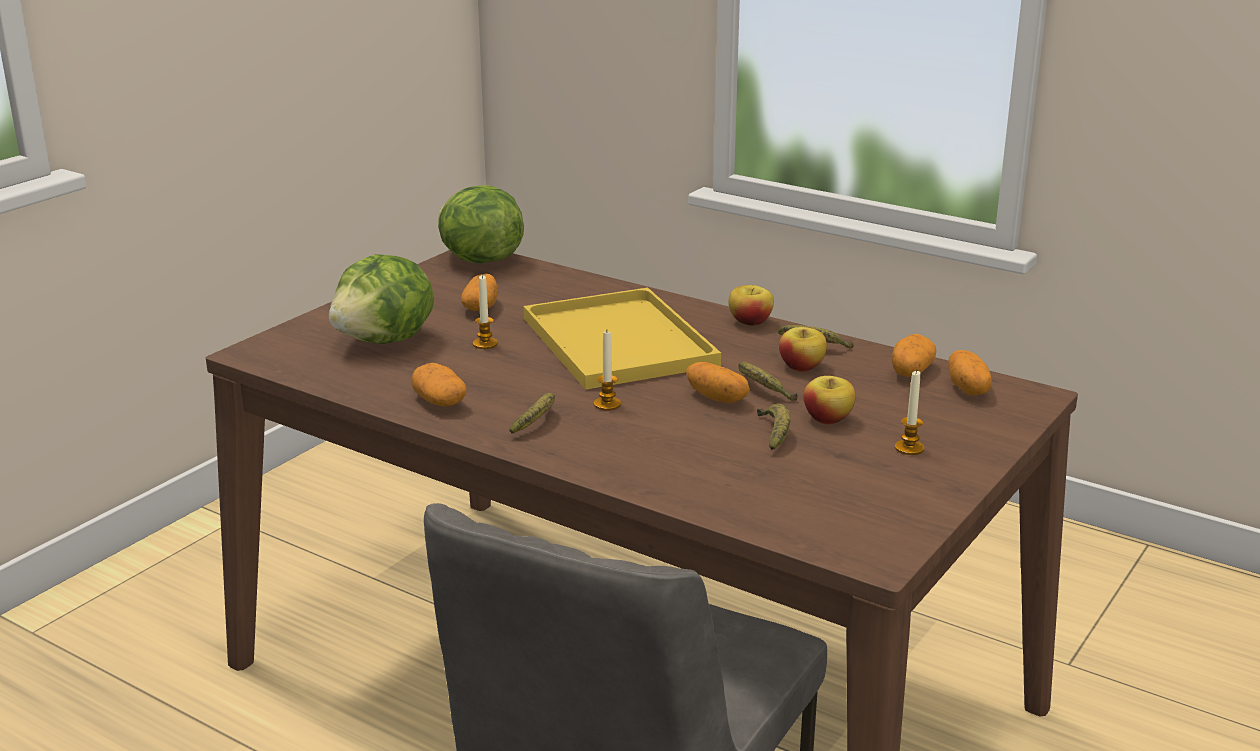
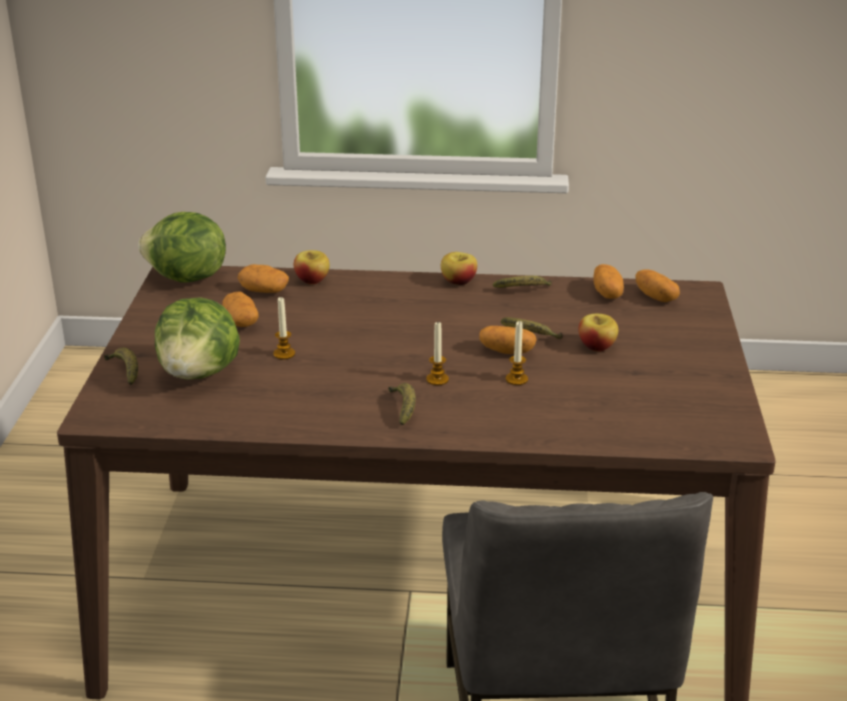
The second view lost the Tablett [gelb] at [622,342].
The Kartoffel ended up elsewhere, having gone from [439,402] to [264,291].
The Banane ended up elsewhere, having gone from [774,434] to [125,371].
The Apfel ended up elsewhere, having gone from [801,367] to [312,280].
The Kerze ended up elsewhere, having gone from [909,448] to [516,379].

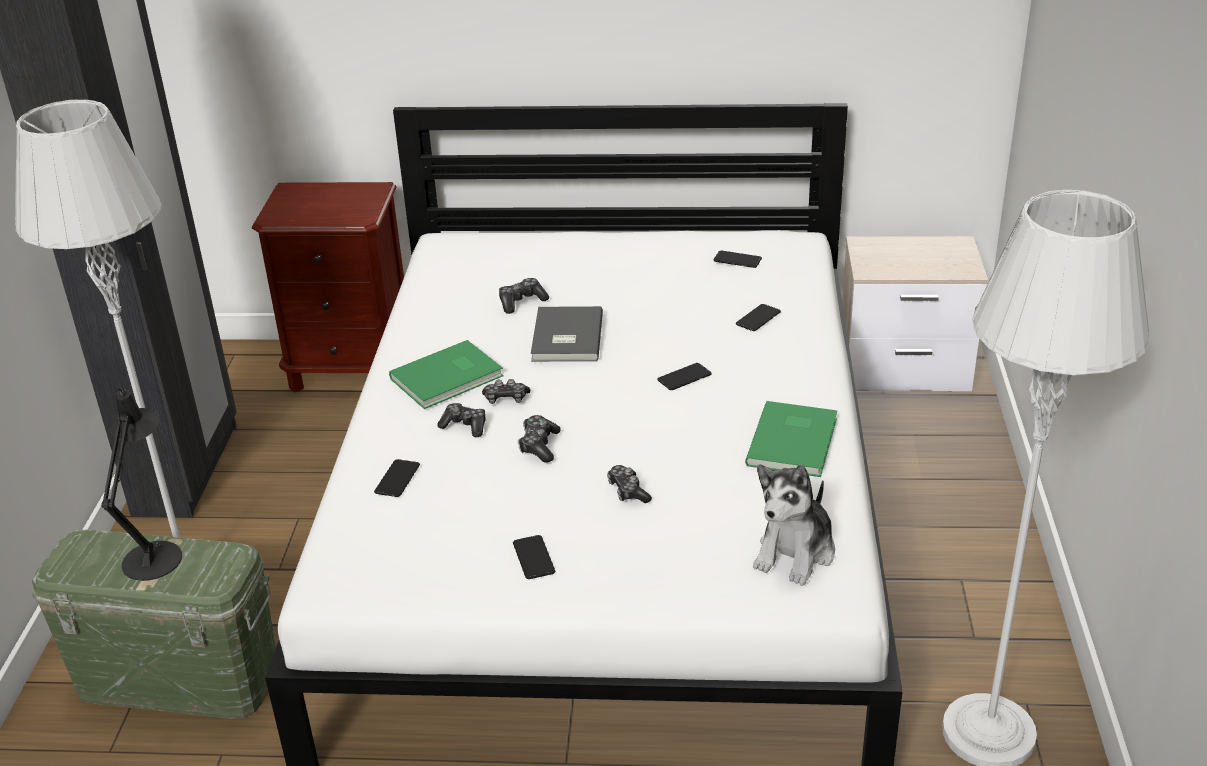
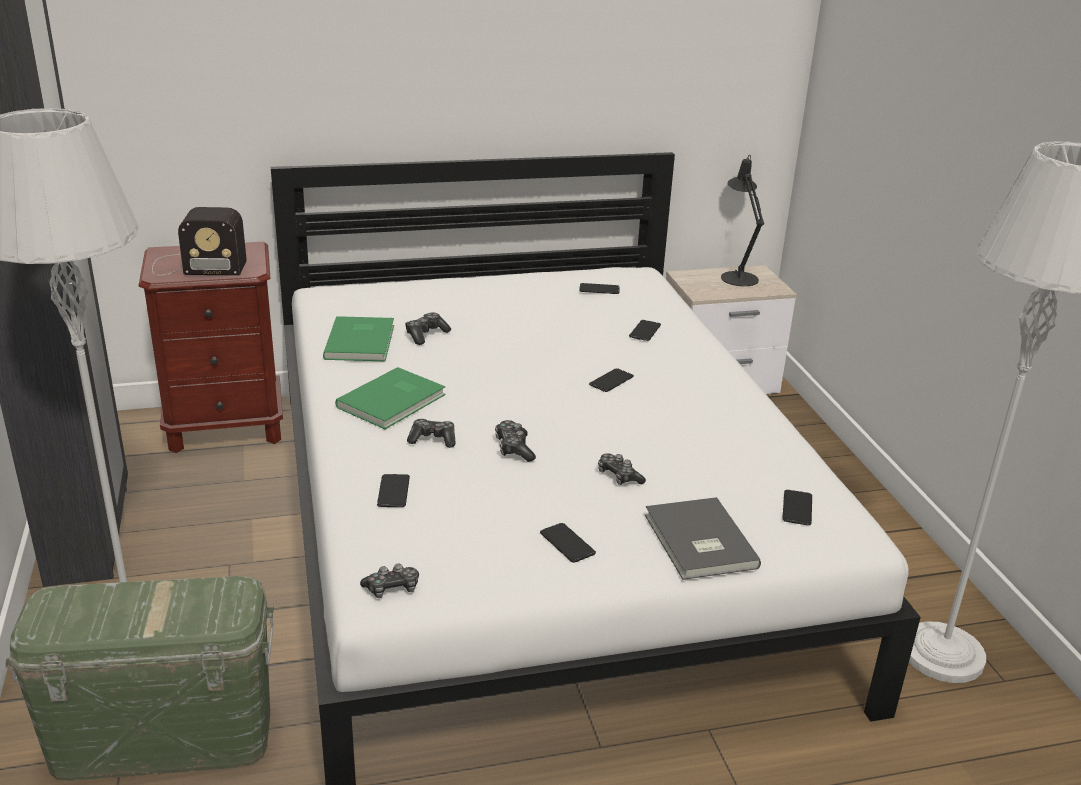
The second view gained the Radio at [195,266].
The Tischlampe [schwarz] ended up elsewhere, having gone from [155,554] to [737,276].
The Gamepad ended up elsewhere, having gone from [506,399] to [392,589].
The Buch [grau] ended up elsewhere, having gone from [565,338] to [698,542].
The Buch [grün] ended up elsewhere, having gone from [795,441] to [362,341].
Where the Plüschtier stood at [796,553], the Handy came to stand at [797,508].

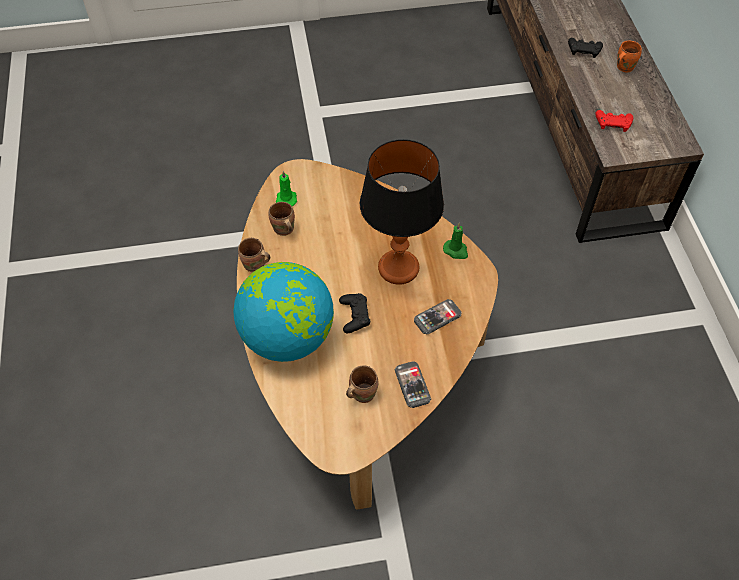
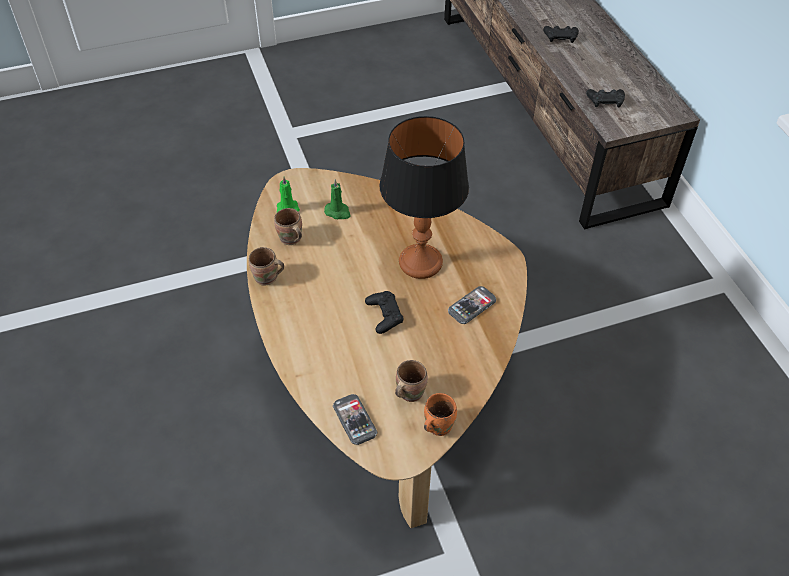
The second view lost the Globus at [288,337].
The Handy ended up elsewhere, having gone from [412,385] to [354,420].
The Kerze [grün] ended up elsewhere, having gone from [456,250] to [338,212].
The Henkelbecher [orange] ended up elsewhere, having gone from [623,67] to [436,426].
What was the Gamepad [rot] at [613,123] turned into the Gamepad [schwarz] at [605,101].

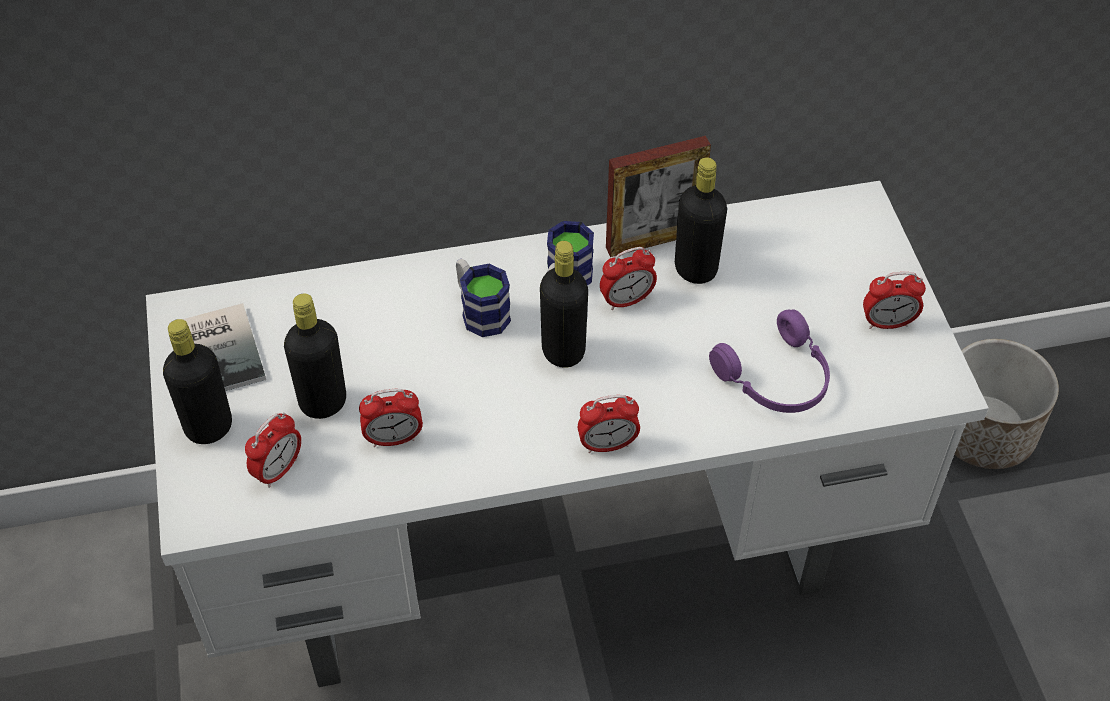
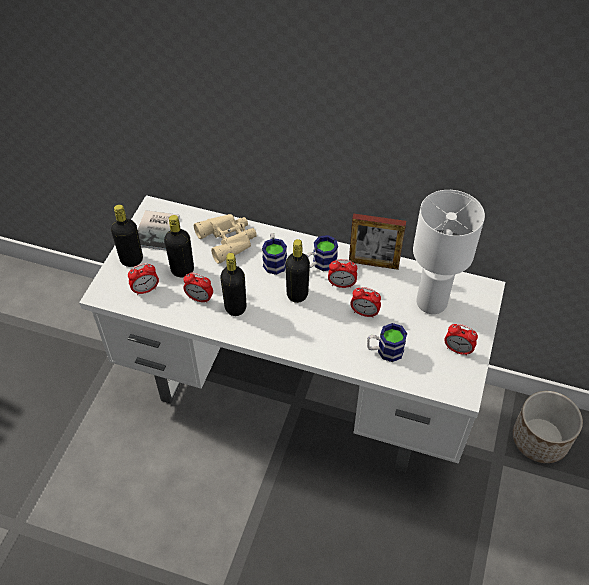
The second view gained the Fernglas [beige] at [228,239].
The second view gained the Tischlampe [weiß] at [431,302].
The Wecker ended up elsewhere, having gone from [607,445] to [364,313].
The Flasche [schwarz] ended up elsewhere, having gone from [695,269] to [235,307].
Where the Kopfhörer [lila] stood at [777,379], the Henkelbecher came to stand at [384,351].

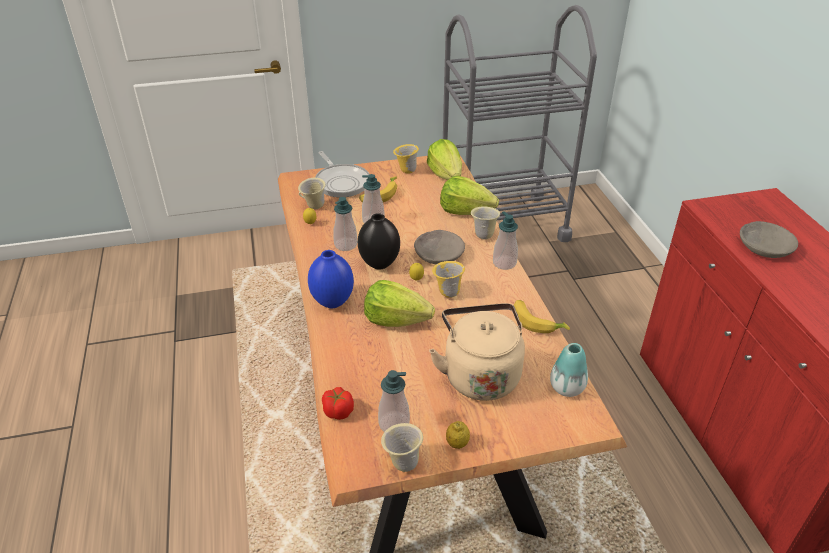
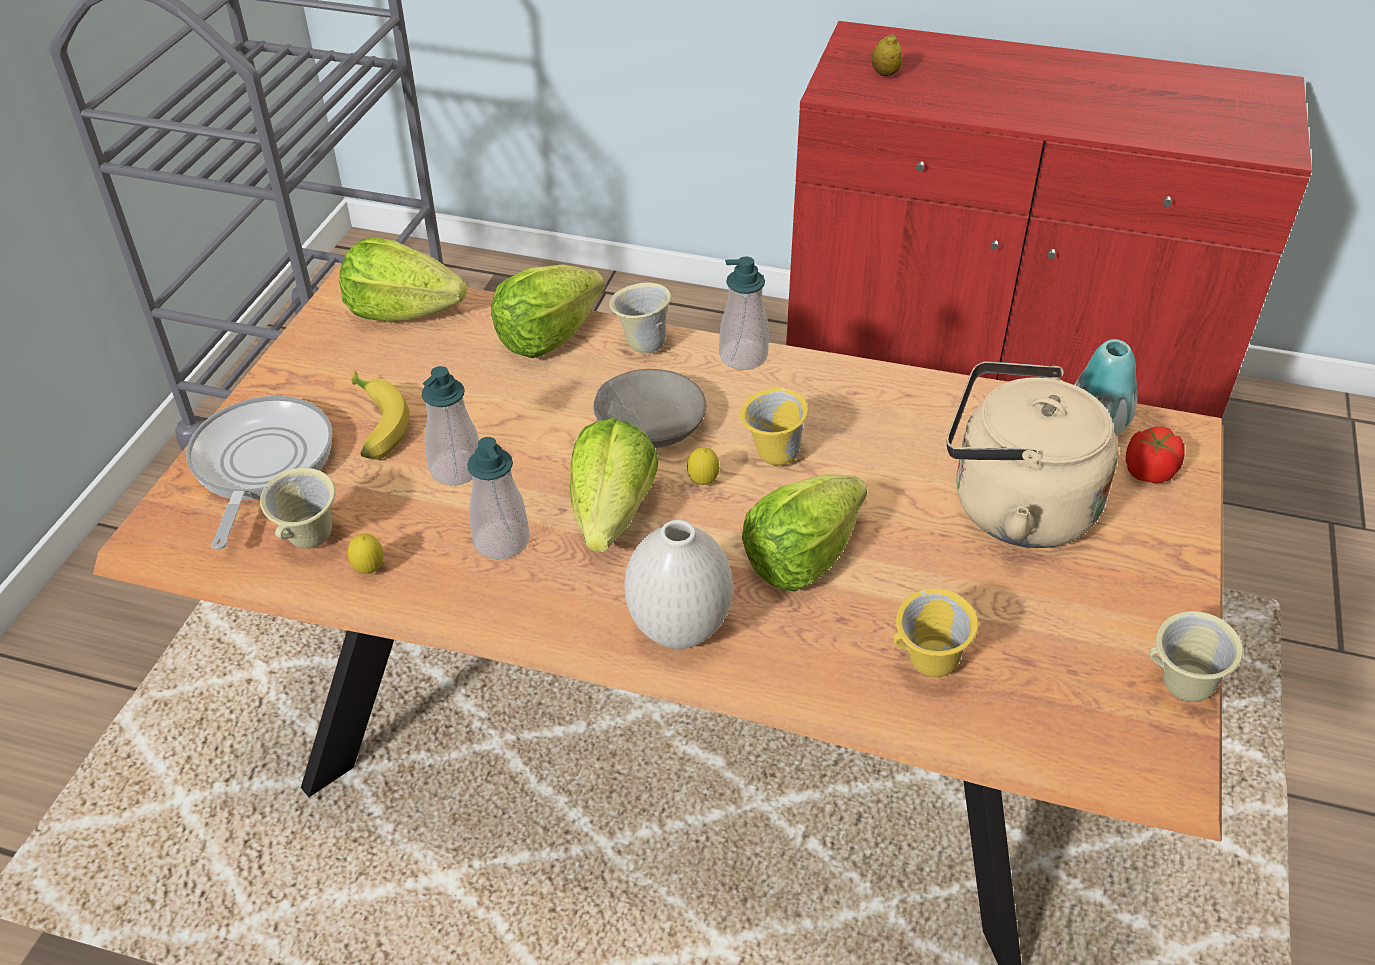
The second view lost the Seifenspender at [394,424].
The second view lost the Banane at [537,322].
The second view lost the Schüssel [grau] at [764,247].
The Tomate ended up elsewhere, having gone from [338,411] to [1148,471].
The Henkelbecher [gelb] ended up elsewhere, having gone from [406,171] to [927,668].
The Zitrone ended up elsewhere, having gone from [457,443] to [885,74].
Where the Vase [schwarz] stood at [380,264], the Salatkopf came to stand at [612,514].
What was the Vase [blau] at [332,301] turned into the Vase [weiß] at [677,630].
The Pfanne at [341,182] ended up facing another way, 90 degrees counterclockwise from before.

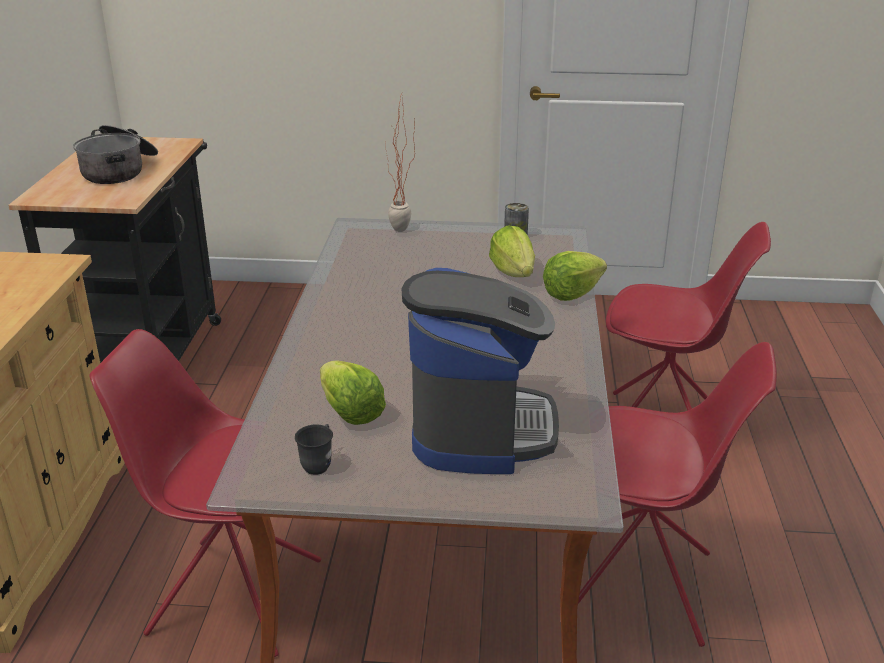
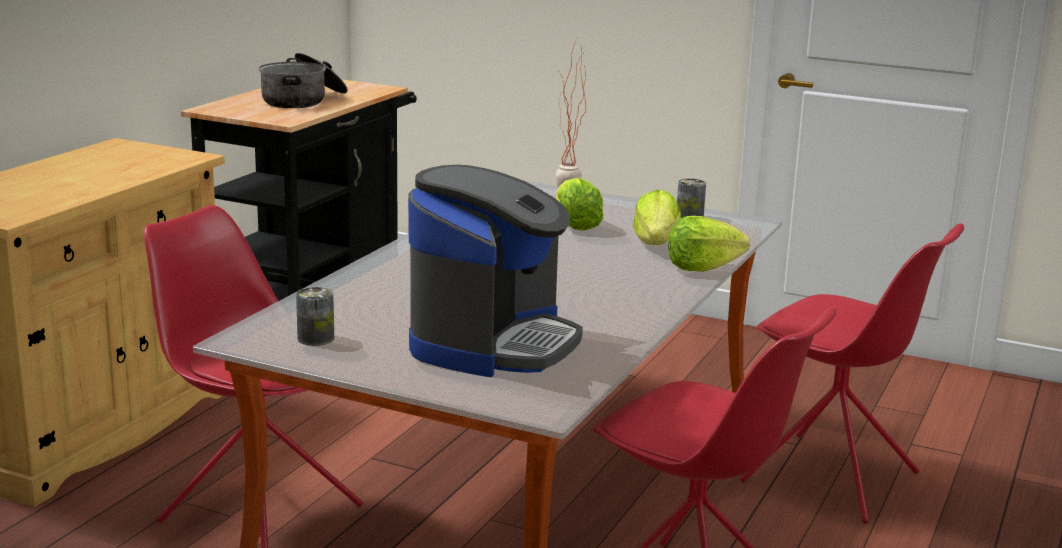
The Salatkopf ended up elsewhere, having gone from [350,412] to [575,225].
Where the Henkelbecher [grau] stood at [319,463], the Dose came to stand at [316,338].

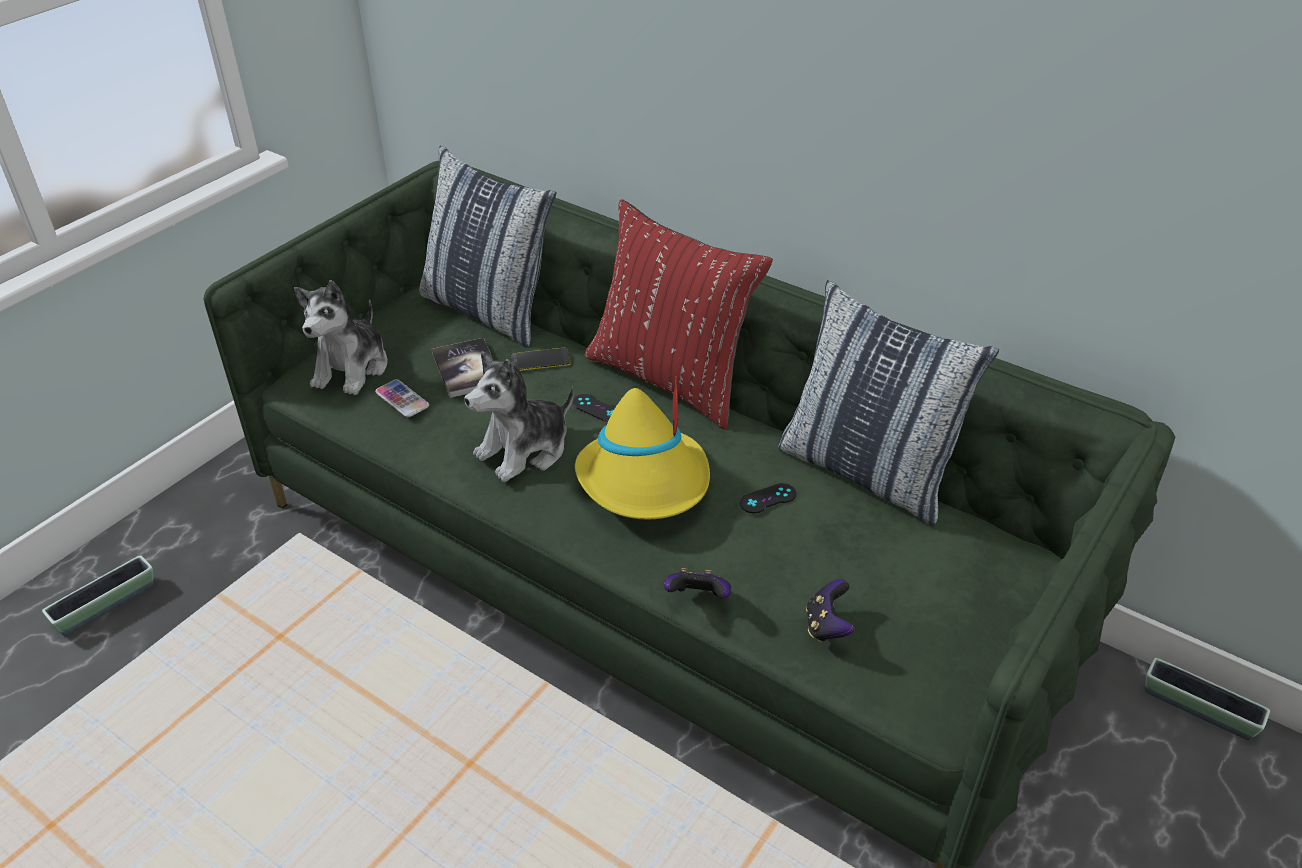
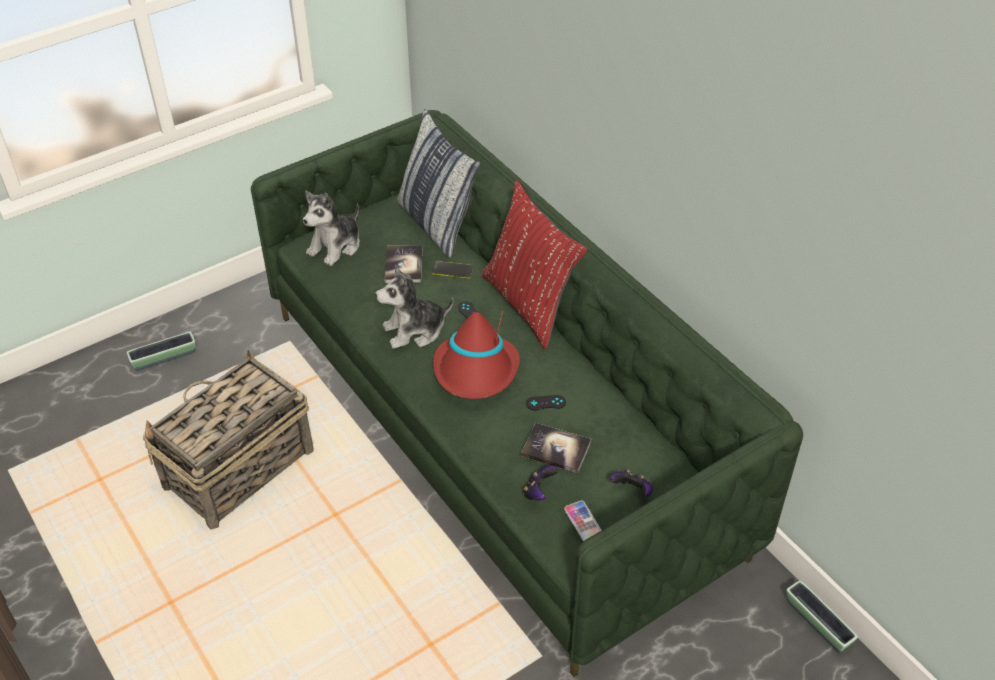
The second view lost the Kissen at [867,471].
The second view gained the Korb at [237,469].
The second view gained the Buch at [556,449].
The Handy ended up elsewhere, having gone from [402,399] to [583,521].
The Gamepad ended up elsewhere, having gone from [697,598] to [632,491].
What was the Hut [gelb] at [645,481] turned into the Hut [rot] at [476,371].

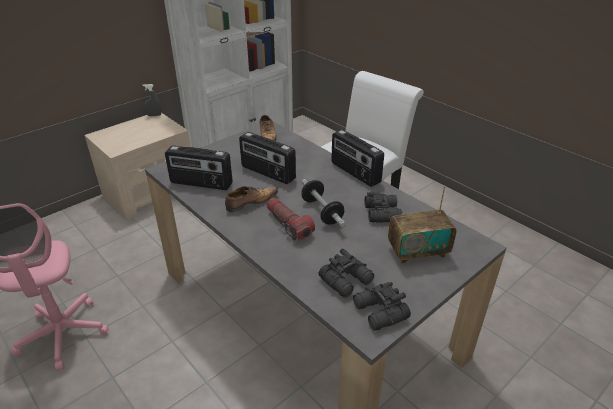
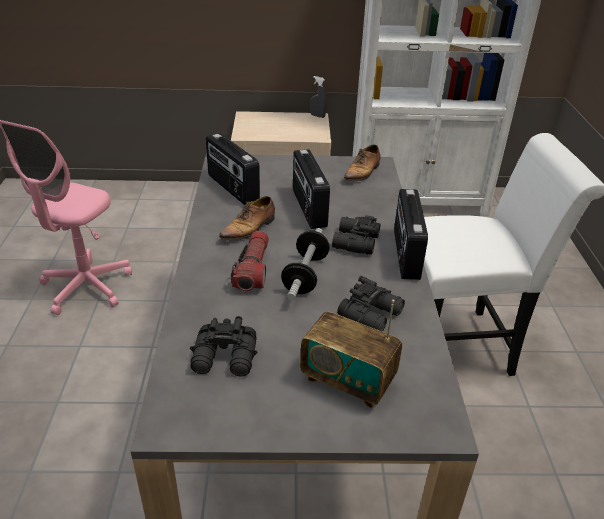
The Fernglas [schwarz] ended up elsewhere, having gone from [379,312] to [354,242].
The Schuh at [250,203] ended up facing another way, 120 degrees clockwise from before.

